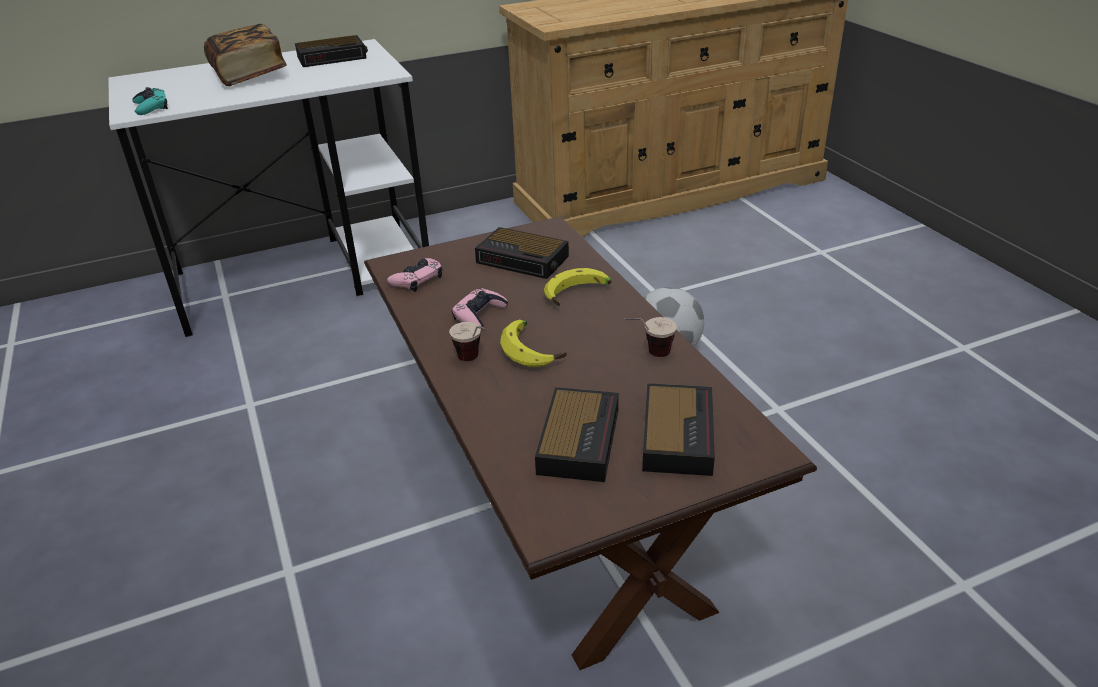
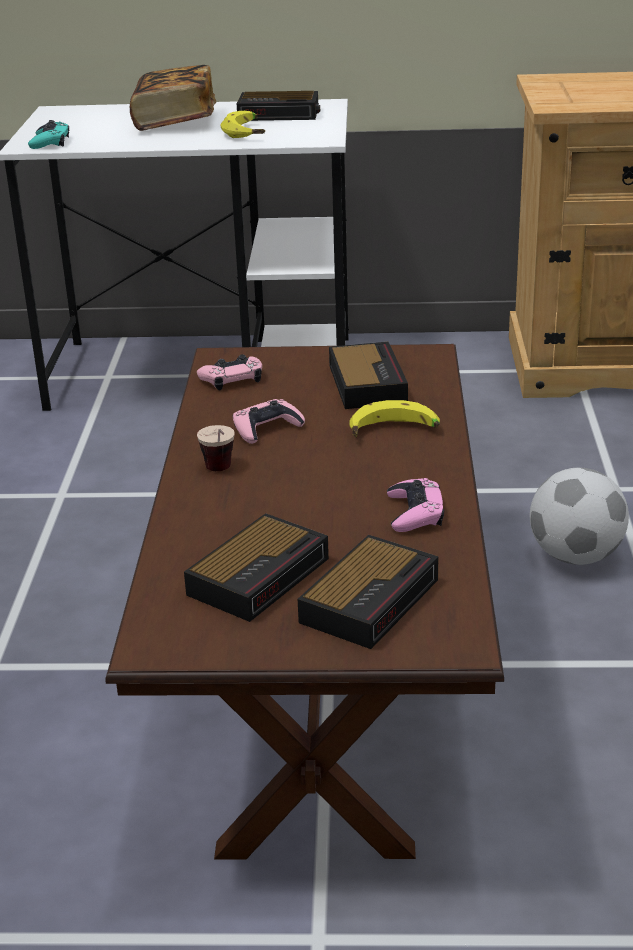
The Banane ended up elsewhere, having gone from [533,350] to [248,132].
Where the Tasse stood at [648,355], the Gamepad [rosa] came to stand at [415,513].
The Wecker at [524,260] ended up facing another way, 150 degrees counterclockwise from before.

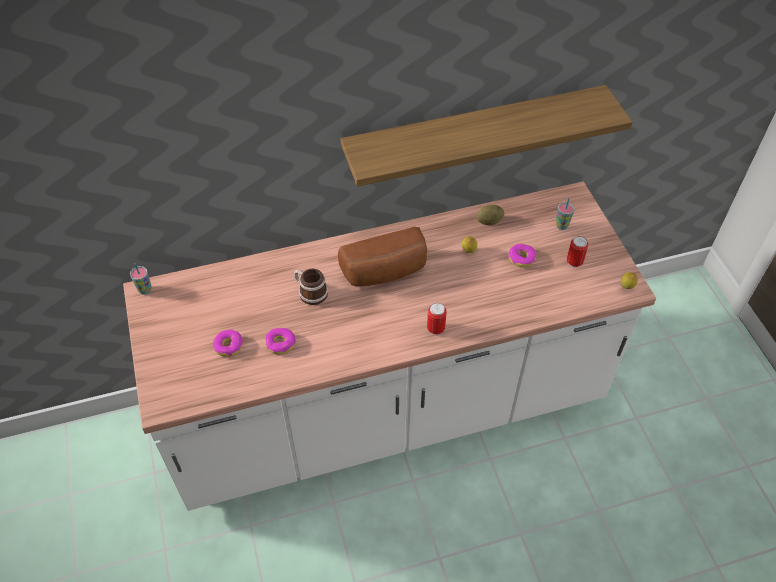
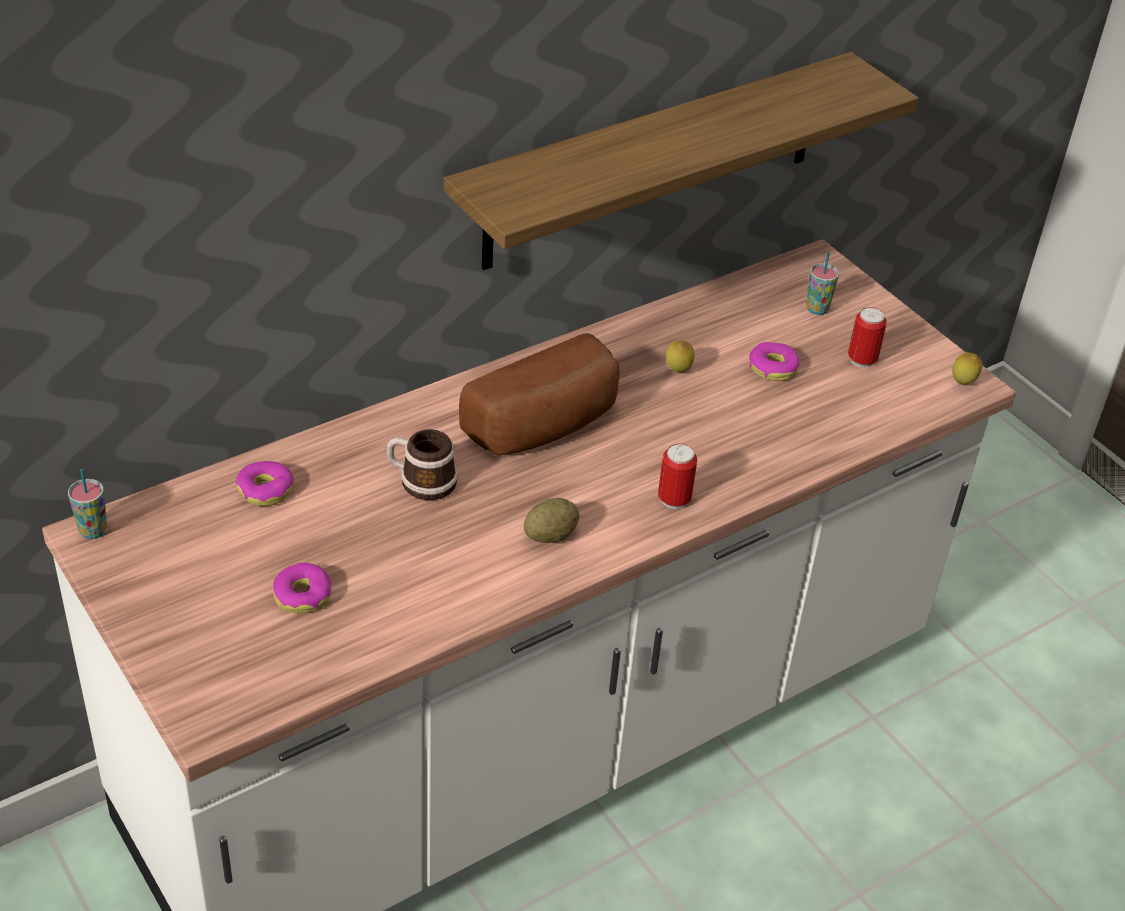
The Donut ended up elsewhere, having gone from [280,344] to [266,490].
The Kartoffel ended up elsewhere, having gone from [489,221] to [550,535].

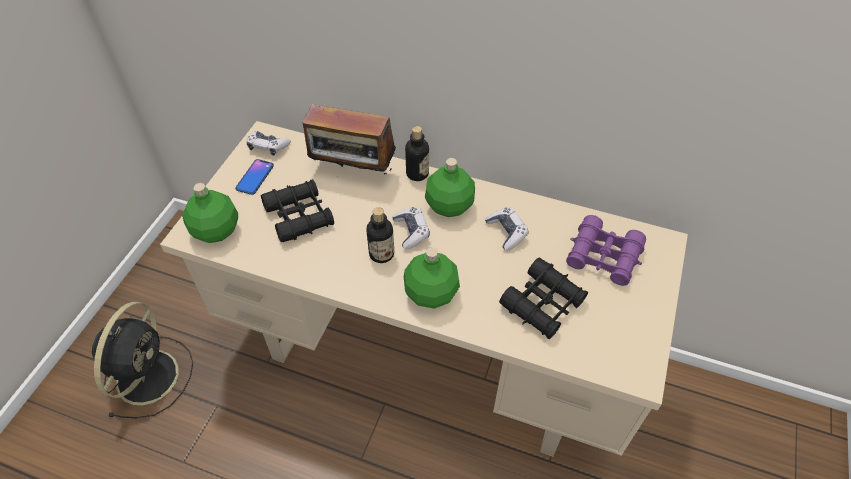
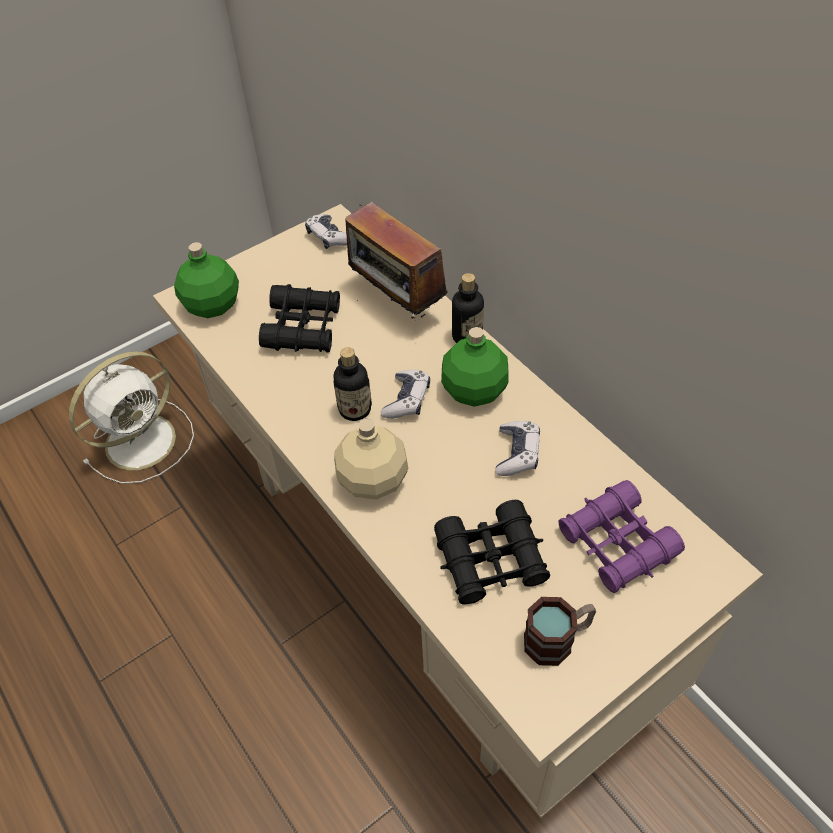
The second view lost the Handy at [255,177].
The second view gained the Henkelbecher at [557,639].
What was the Ventilator [schwarz] at [149,374] turned into the Ventilator [weiß] at [143,440].
What was the Flasche [grün] at [430,294] turned into the Flasche [beige] at [372,480].

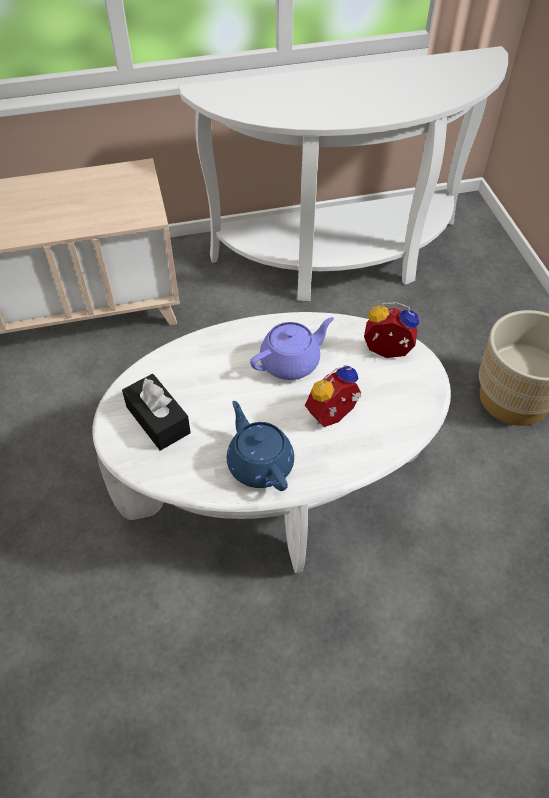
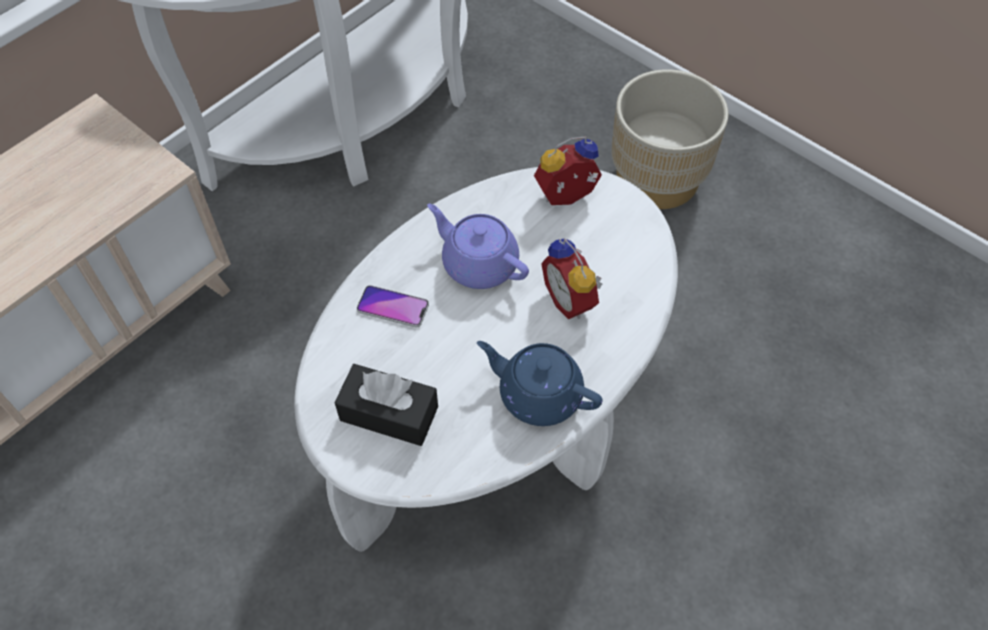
The second view gained the Handy at [393,307].
The Teekanne [lila] at [291,362] ended up facing another way, 75 degrees counterclockwise from before.
The Wecker at [334,418] ended up facing another way, 45 degrees counterclockwise from before.

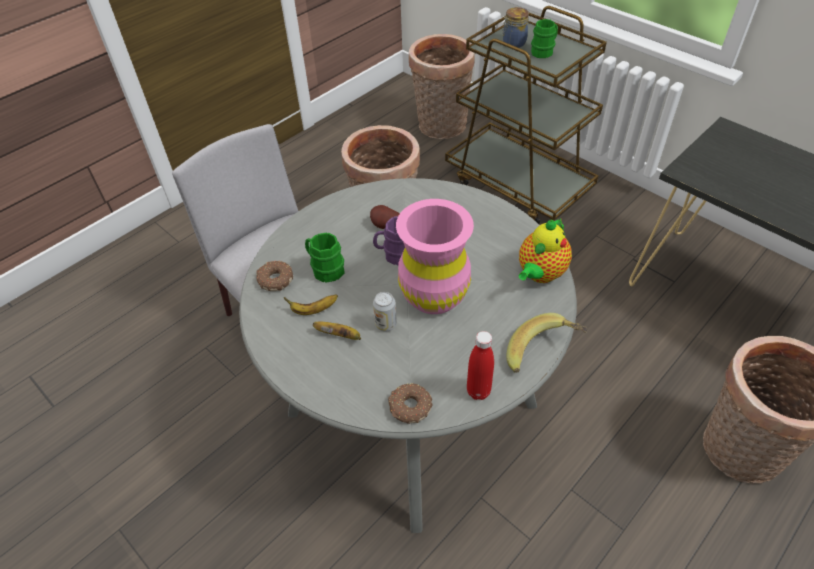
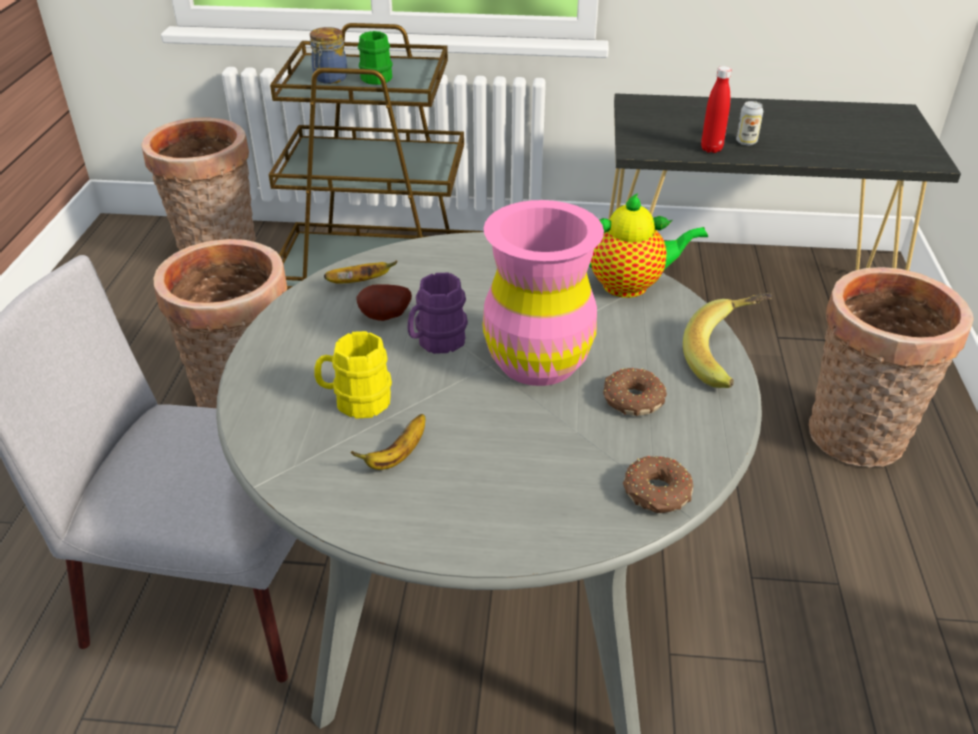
The Donut ended up elsewhere, having gone from [275,280] to [631,400].
The Banane ended up elsewhere, having gone from [340,336] to [360,282].
The Dose ended up elsewhere, having gone from [385,324] to [746,142].
The Flasche [rot] ended up elsewhere, having gone from [478,391] to [711,149].
What was the Henkelbecher [grün] at [325,269] turned into the Henkelbecher [gelb] at [356,401].
The Teekanne at [540,274] ended up facing another way, 90 degrees counterclockwise from before.

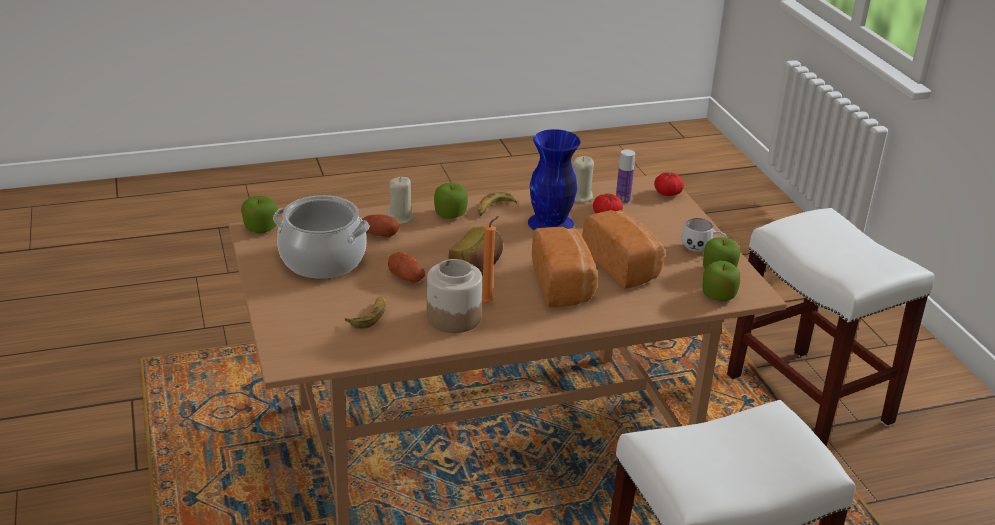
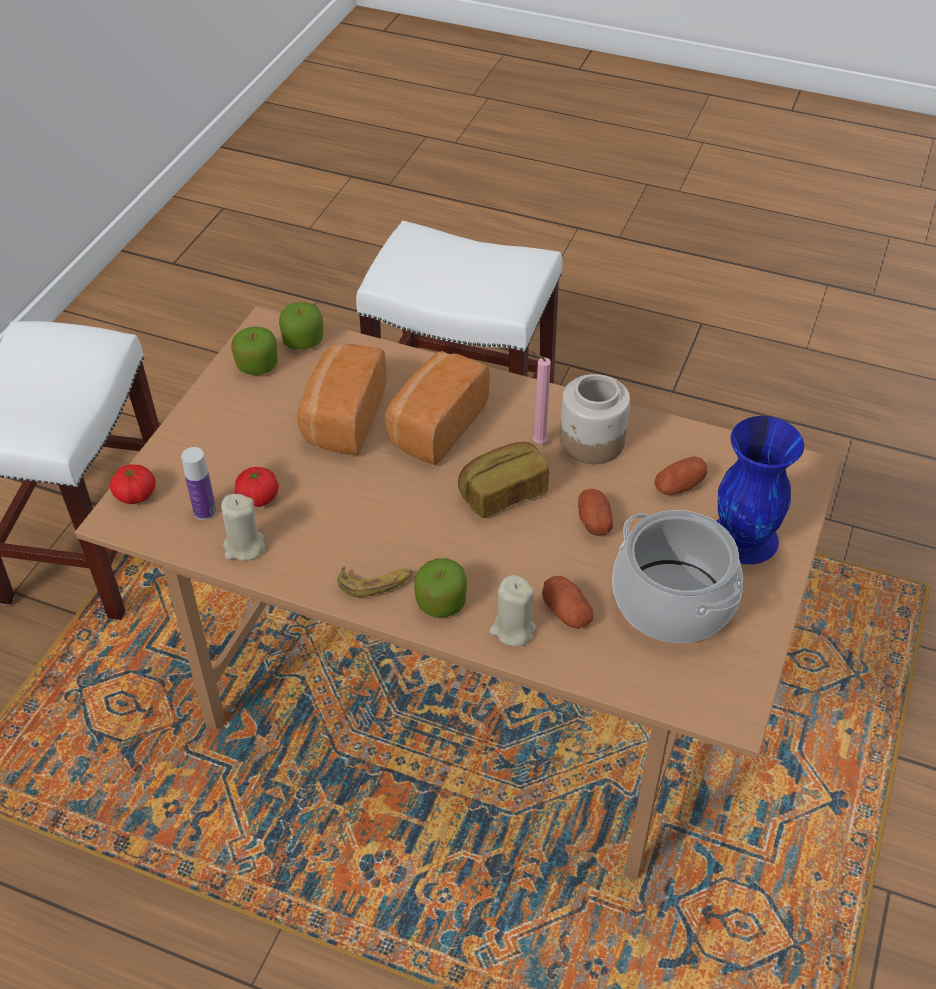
The second view lost the Apfel at [260,228].
The second view lost the Henkelbecher [weiß] at [702,249].
The Vase [blau] ended up elsewhere, having gone from [550,223] to [745,538].
Where the Banane stood at [369,316], the Kartoffel came to stand at [679,486].
What was the Kerze [orange] at [488,302] turned into the Kerze [rosa] at [537,442].

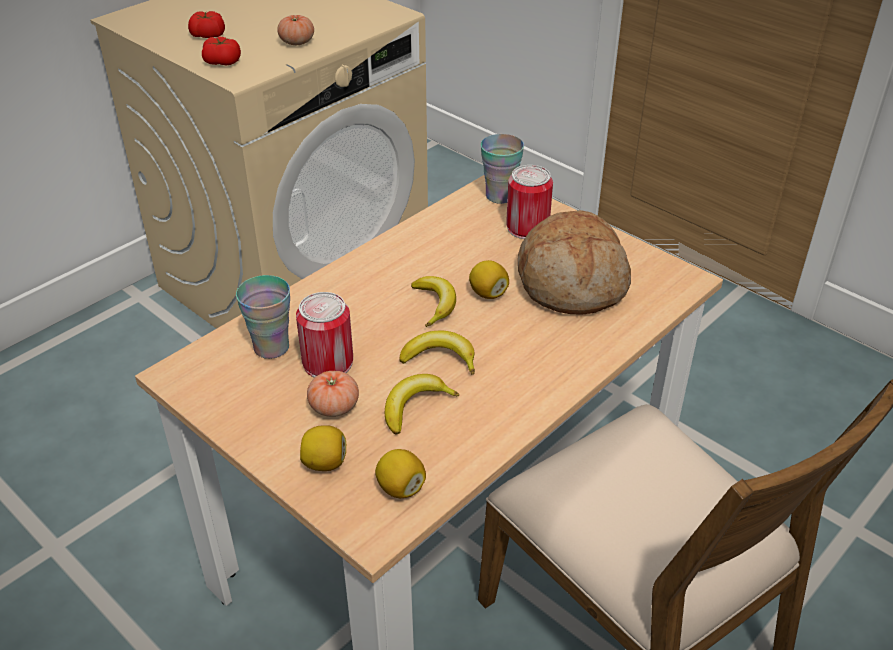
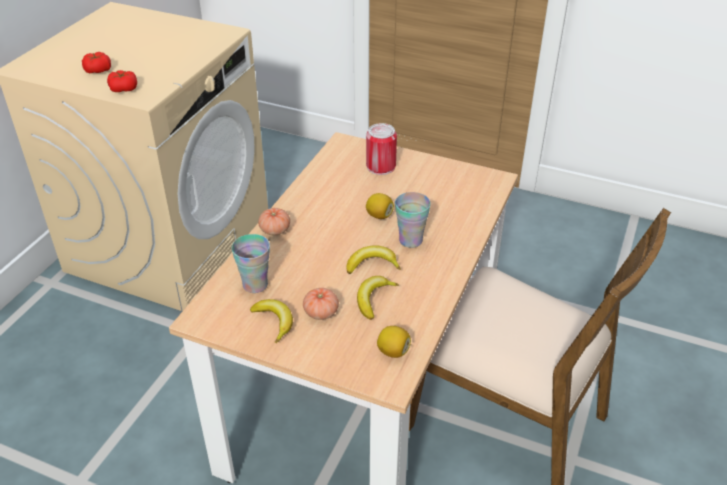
The second view lost the Dose at [328,363].
The second view lost the Zitrone at [325,463].
The second view lost the Brot at [571,282].
The Tomate ended up elsewhere, having gone from [297,42] to [275,230].
The Banane ended up elsewhere, having gone from [435,304] to [274,321].
The Tasse ended up elsewhere, having gone from [500,196] to [410,240].

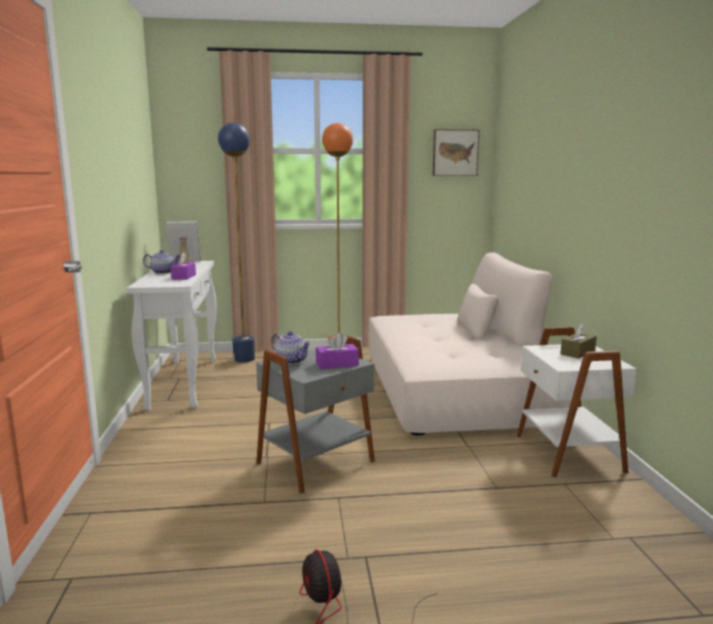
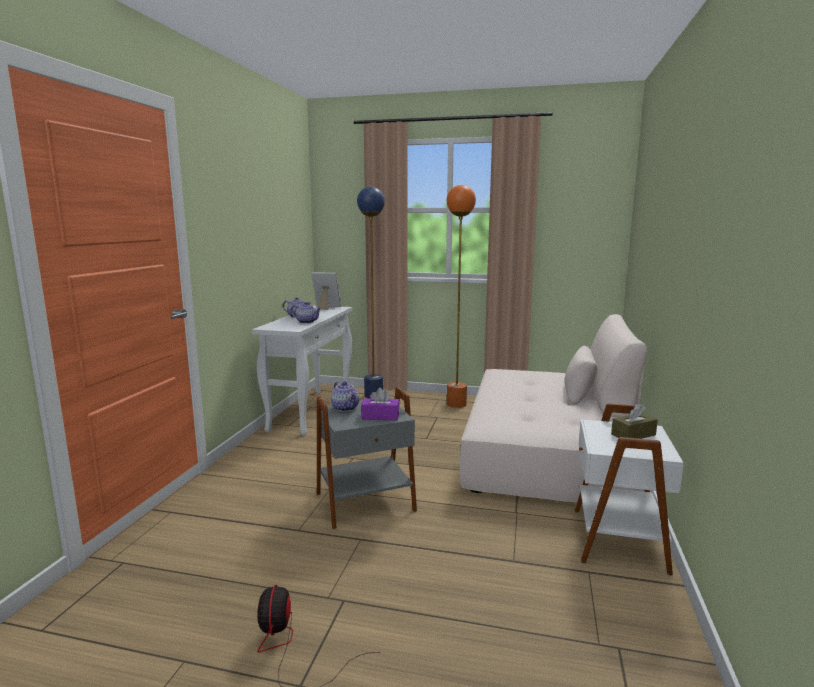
The second view lost the Bild at [454,153].
Where the Taschentuchbox [lila] stood at [184,277], the Teekanne came to stand at [307,322].

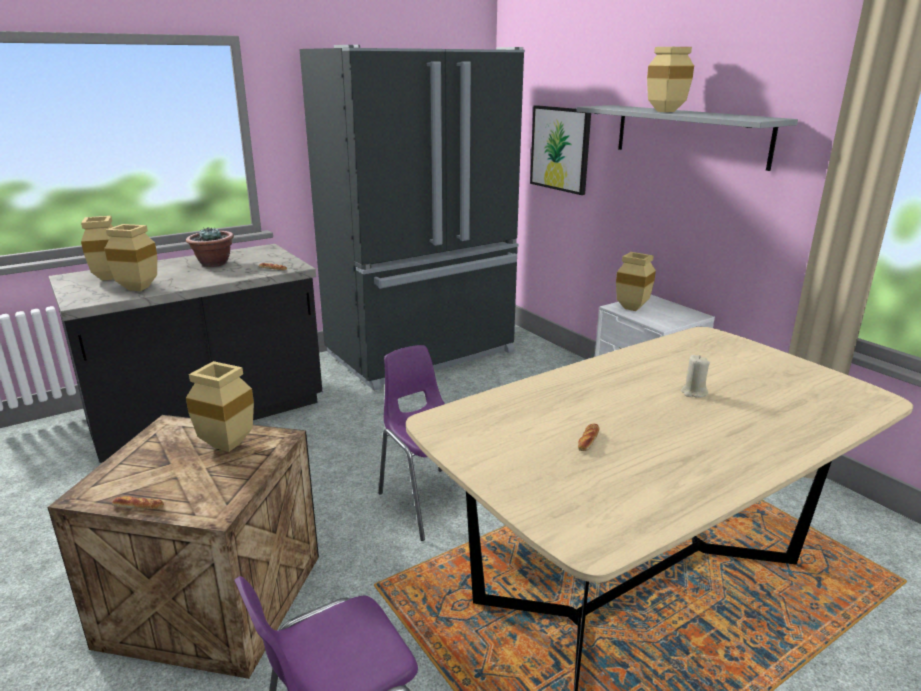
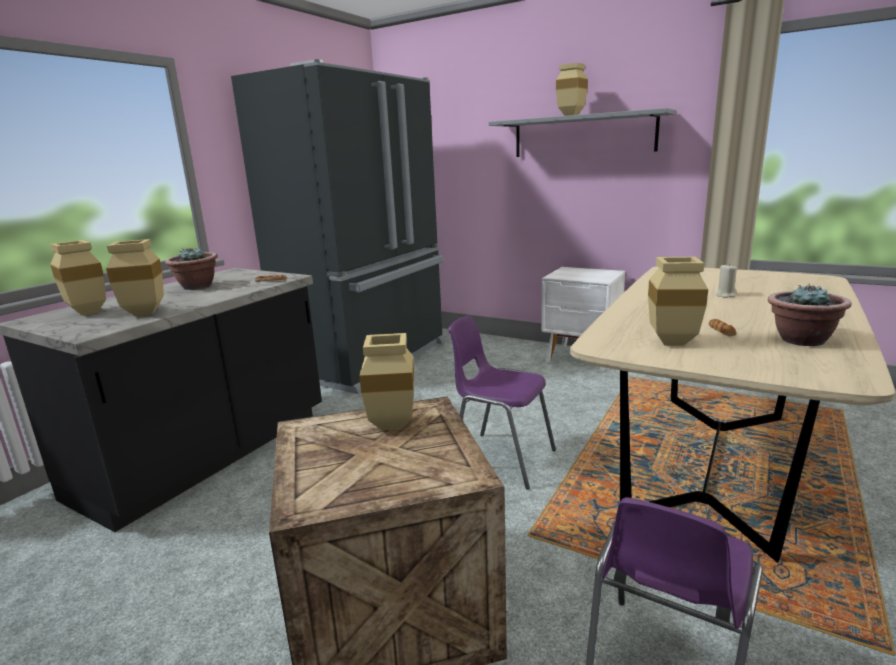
The second view lost the Brot at [138,507].
The second view lost the Bild at [560,149].
The second view gained the Topfpflanze at [801,340].
The Vase [beige] ended up elsewhere, having gone from [630,308] to [669,343].

